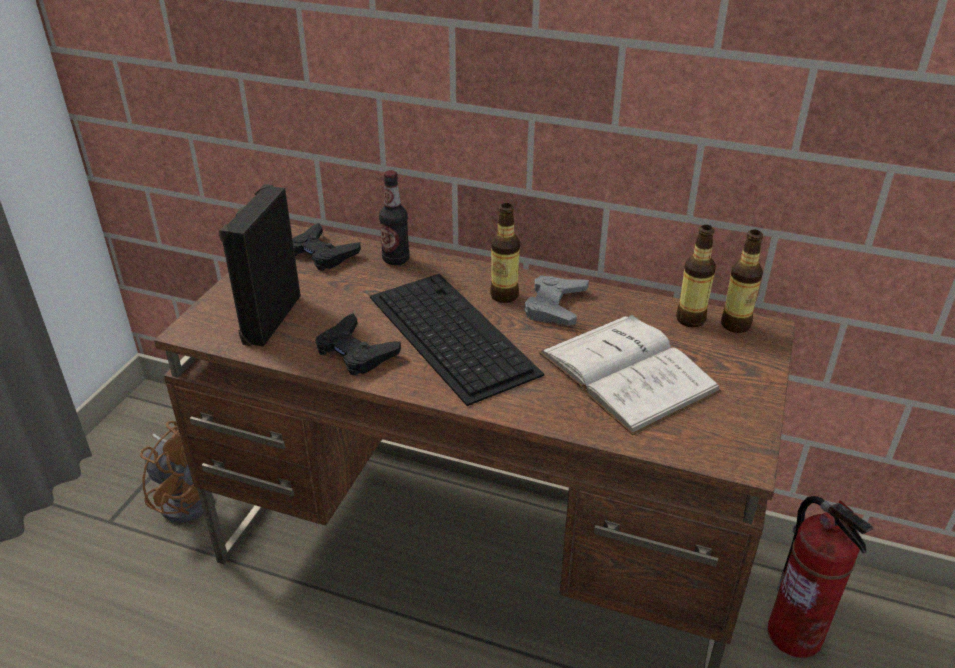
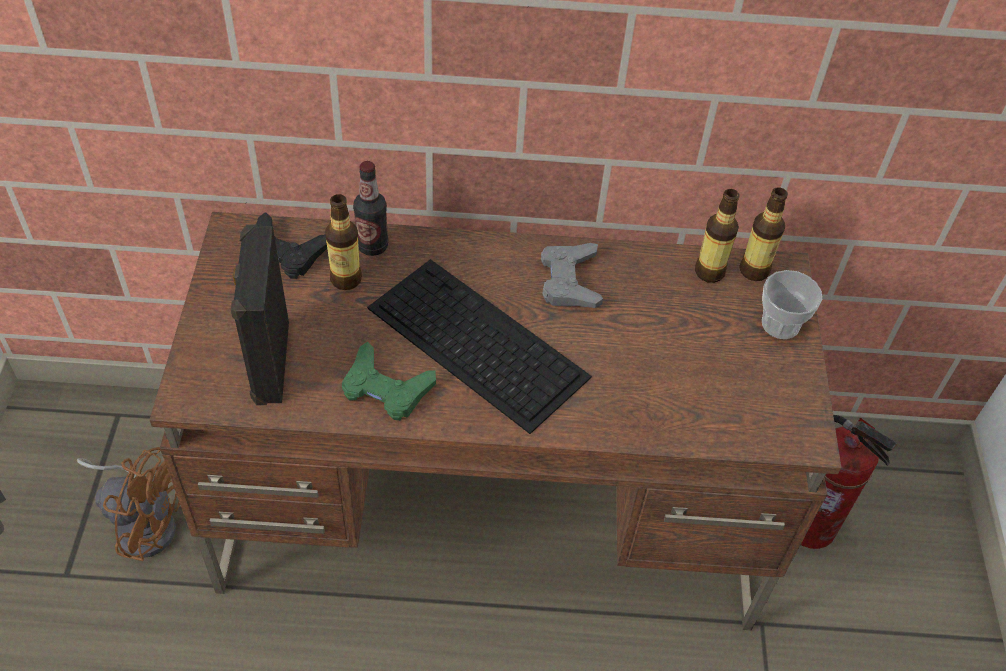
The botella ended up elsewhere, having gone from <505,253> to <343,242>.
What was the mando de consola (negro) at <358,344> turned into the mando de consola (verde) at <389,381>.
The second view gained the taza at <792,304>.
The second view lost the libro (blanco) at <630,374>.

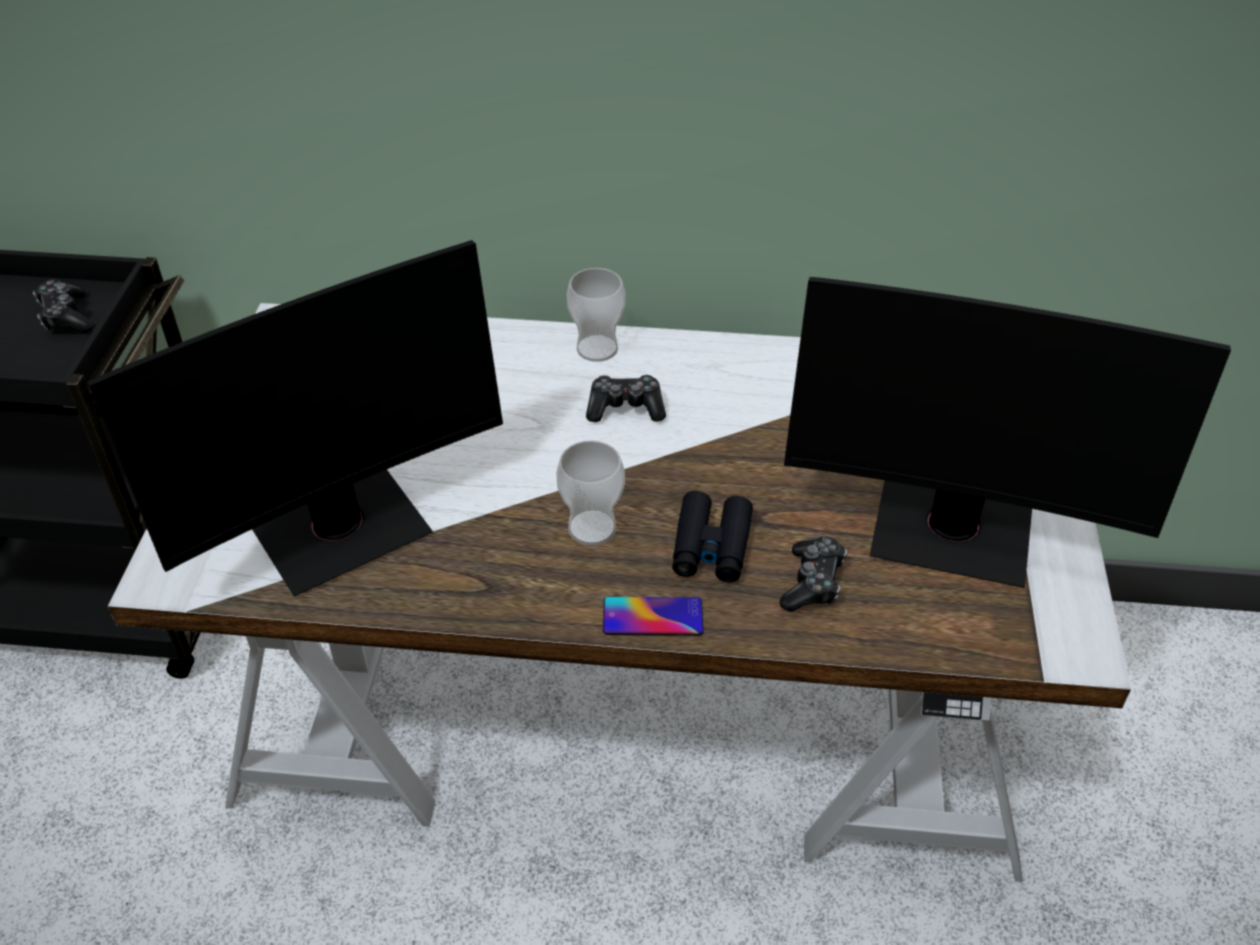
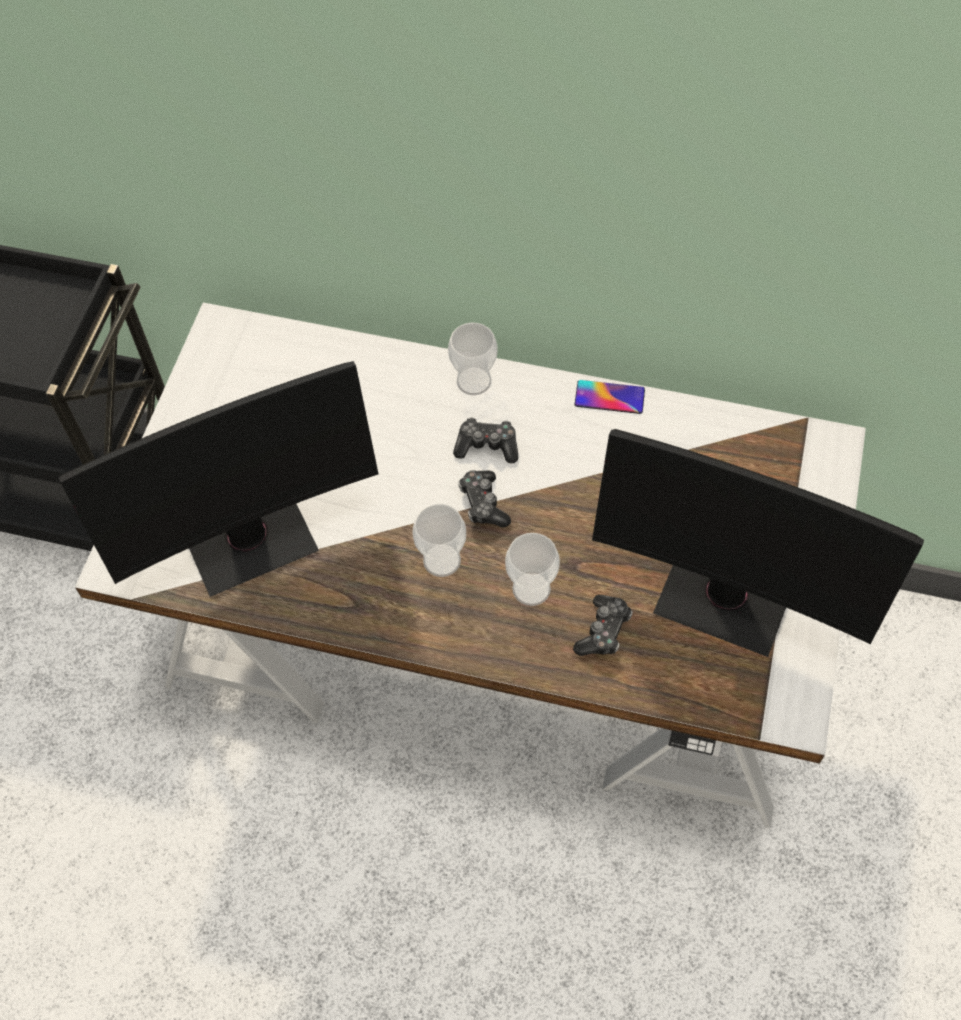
The mando de consola ended up elsewhere, having gone from <63,306> to <484,498>.
Where the prismáticos (negro) stood at <712,536>, the taza came to stand at <532,569>.
The móvil ended up elsewhere, having gone from <653,616> to <610,397>.

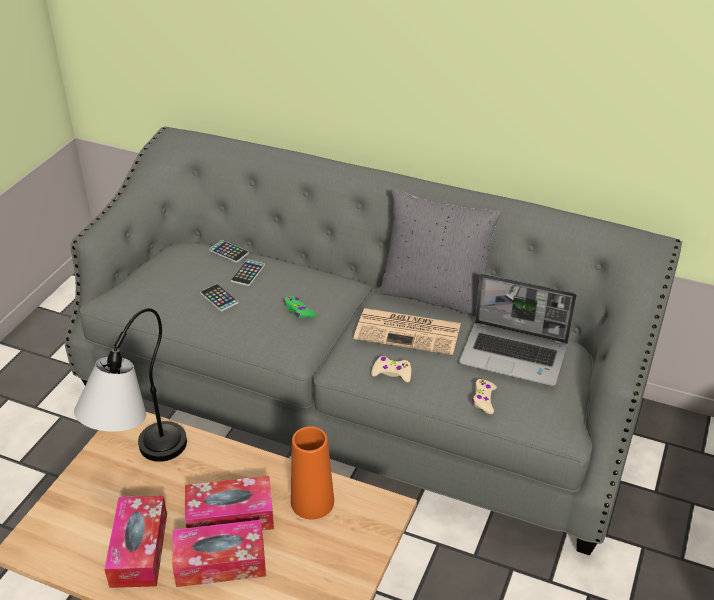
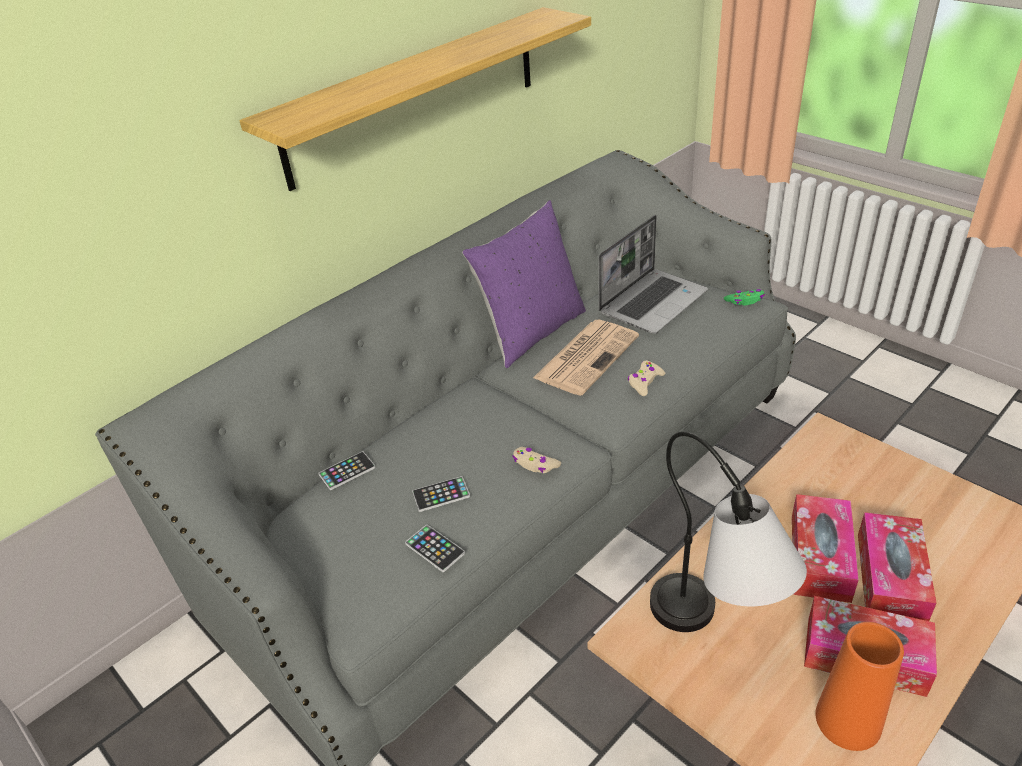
The second view gained the estante at <415,99>.
The móvil ended up elsewhere, having gone from <248,272> to <435,548>.
What was the cojín (gris) at <439,252> turned into the cojín (morado) at <524,284>.
The mando de consola (beis) ended up elsewhere, having gone from <484,396> to <536,460>.
The mando de consola (verde) ended up elsewhere, having gone from <300,307> to <744,297>.
The florero (naranja) ended up elsewhere, having gone from <312,472> to <859,686>.

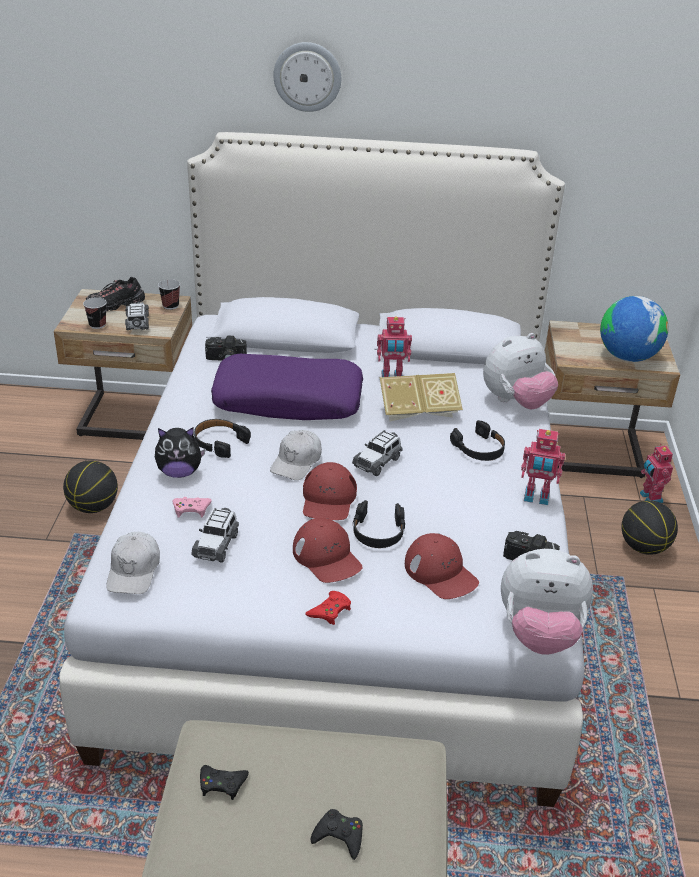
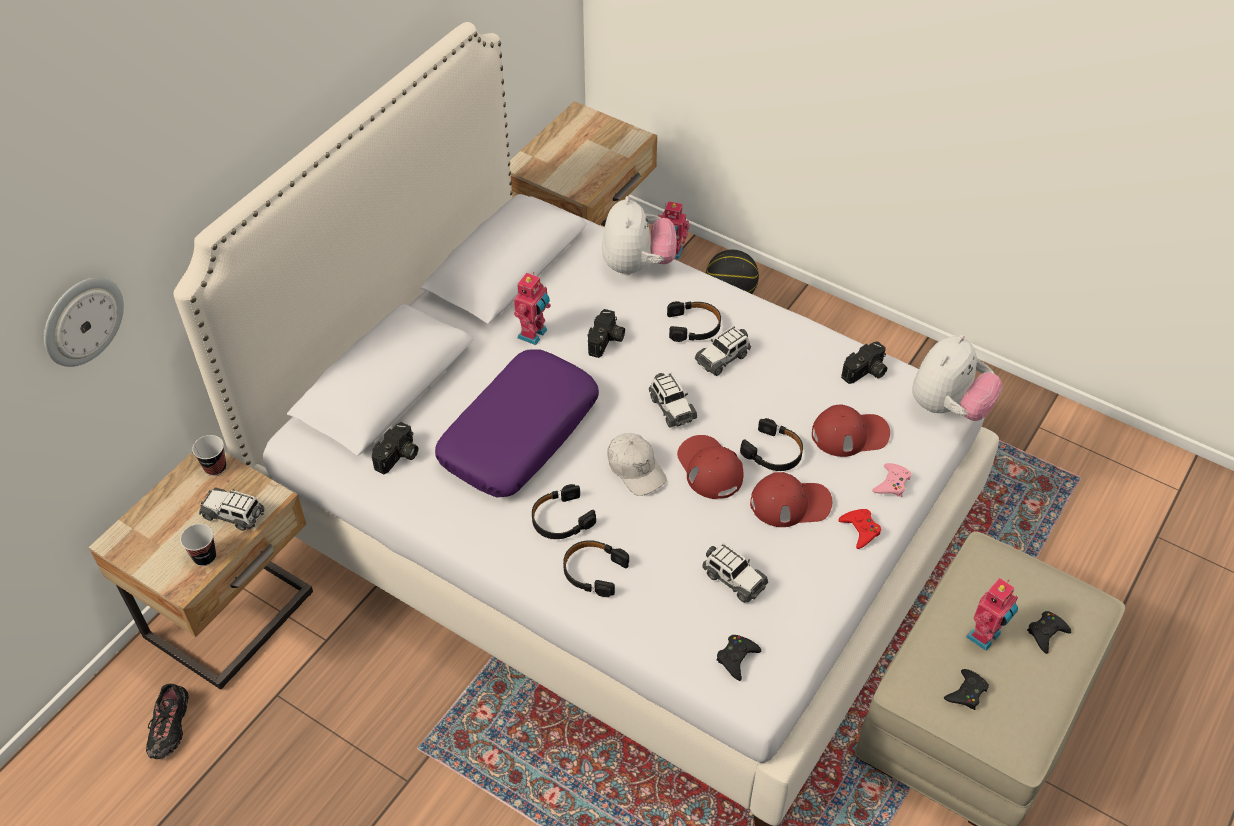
The reloj de pared ended up elsewhere, having gone from <307,77> to <84,322>.
The zapato (negro) ended up elsewhere, having gone from <115,294> to <167,721>.
Where the peluche stood at <180,452>, the auriculares (negro) came to stand at <596,568>.
Where the libro stood at <421,397>, the cámara came to stand at <606,333>.
The gorra (rojo) at <330,491> ended up facing another way, 150 degrees counterclockwise from before.
The second view gained the coche de juguete at <723,351>.
Where the gorra (blanco) stood at <133,563>, the mando de consola (negro) came to stand at <738,658>.
The mando de consola (rosa) ended up elsewhere, having gone from <192,507> to <891,480>.
The robot de juguete ended up elsewhere, having gone from <543,467> to <992,614>.
The second view lost the balón de baloncesto at <90,486>.
The second view lost the globo terráqueo at <634,329>.

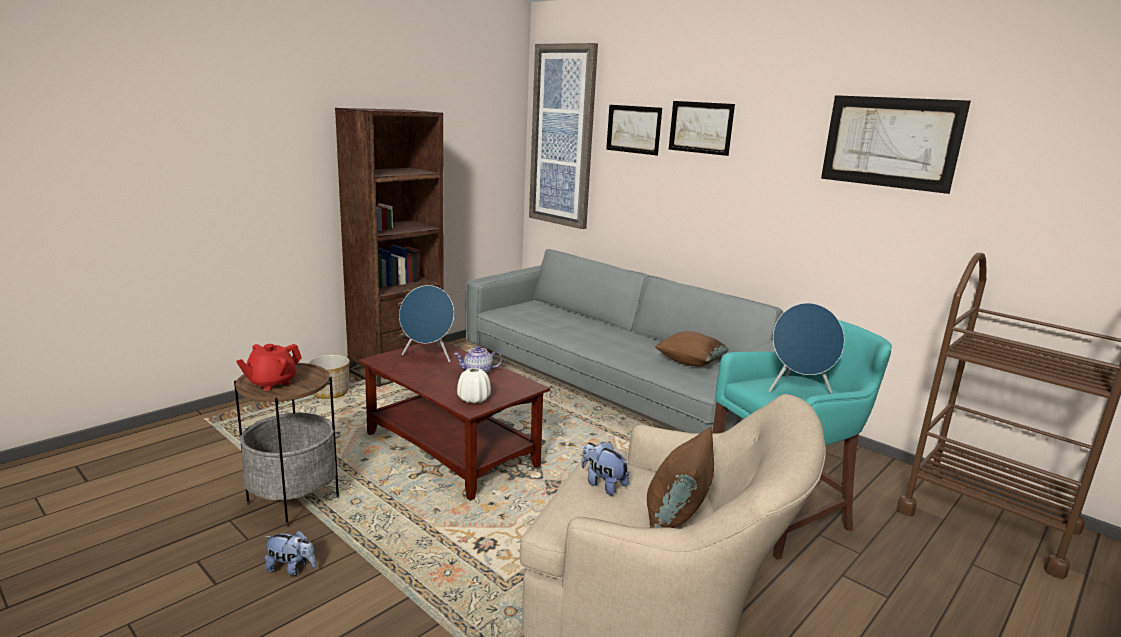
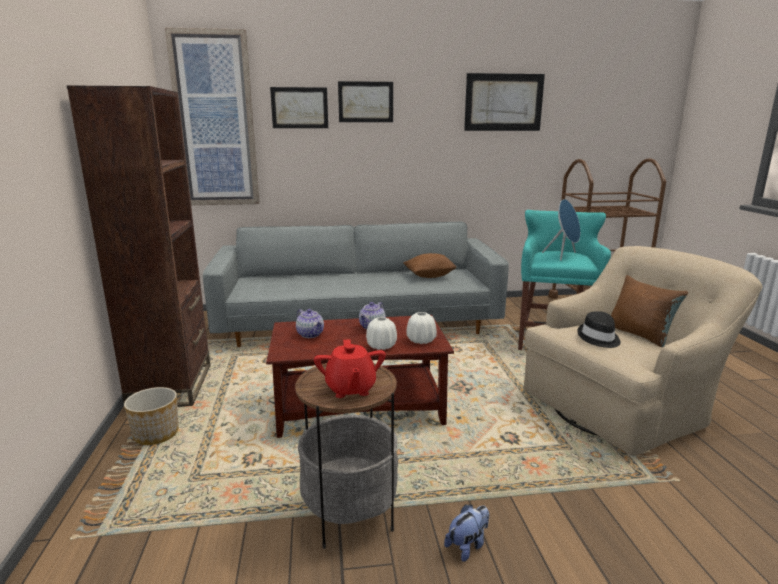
Where the altavoz (azul) stood at <426,323>, the tetera came to stand at <310,323>.
The second view gained the florero (blanco) at <381,333>.
Where the peluche stood at <605,468>, the sombrero (negro) came to stand at <599,329>.

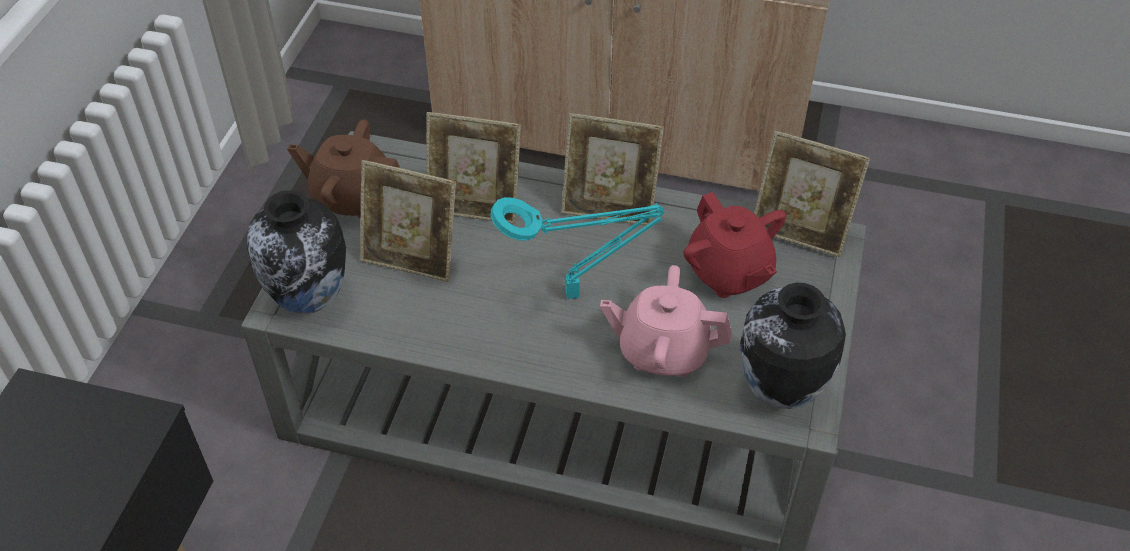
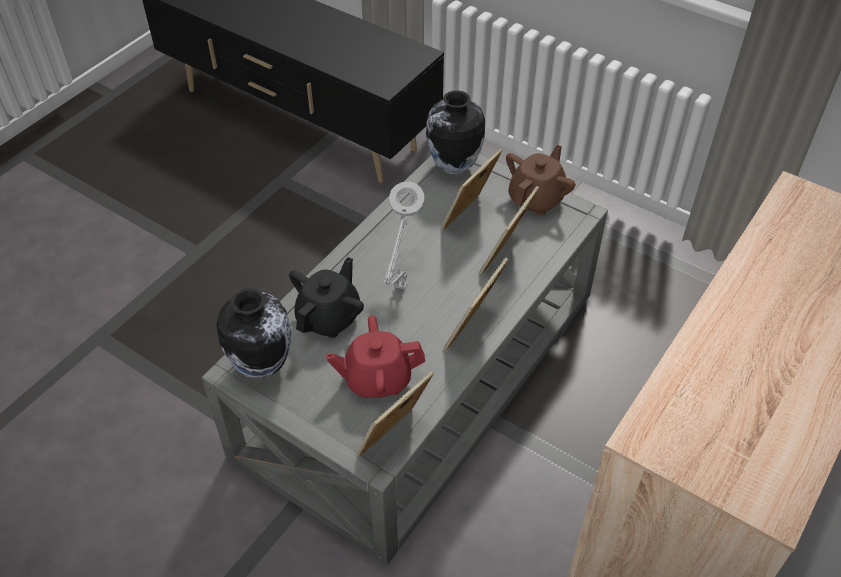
What was the tetera (rosa) at <666,321> turned into the tetera (negro) at <326,297>.
What was the lámpara de mesa (turquesa) at <577,248> turned into the lámpara de mesa (gris) at <403,235>.

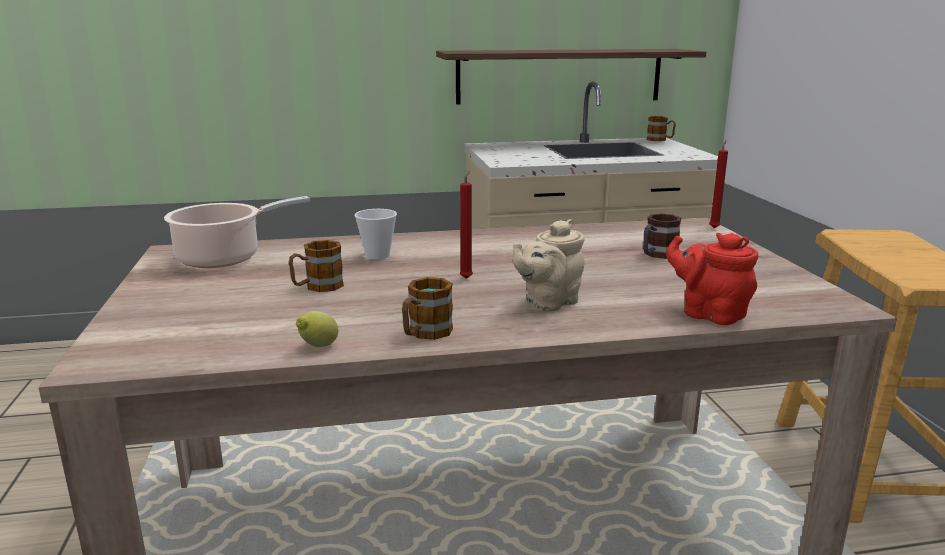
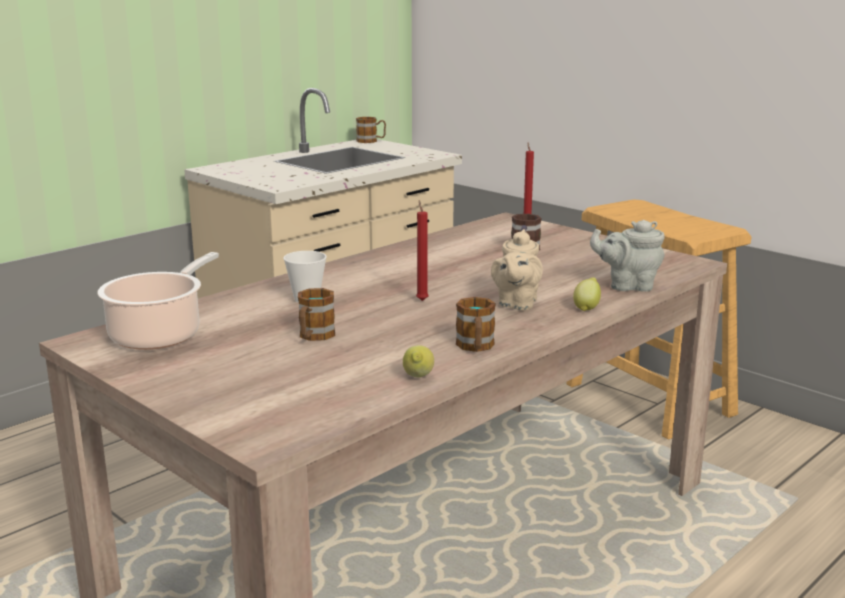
The second view gained the limón at <587,294>.
What was the tetera (rojo) at <712,279> turned into the tetera (gris) at <627,256>.
The second view lost the estante at <571,76>.

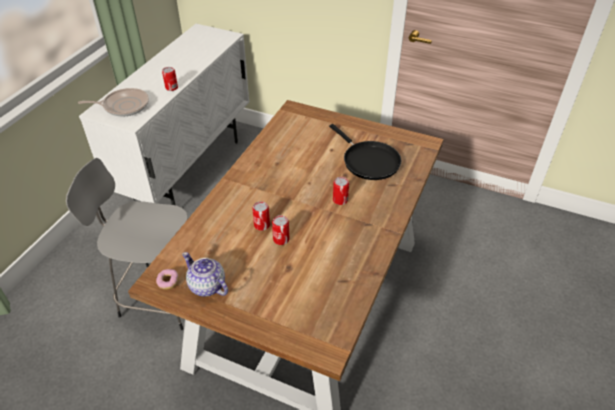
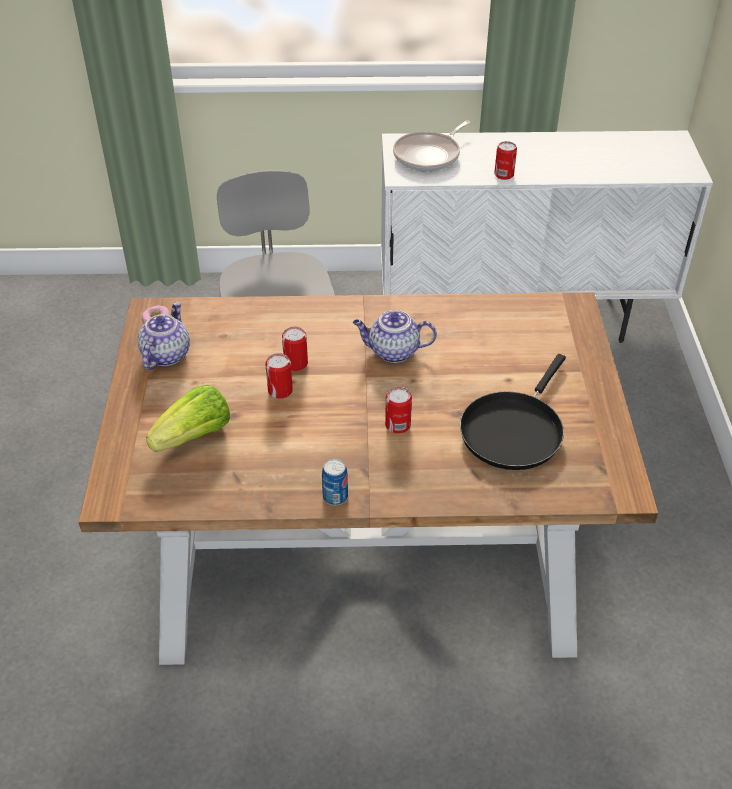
The second view gained the lechuga at <188,418>.
The second view gained the lata at <335,482>.
The second view gained the tetera at <395,336>.
The sartén at <113,102> ended up facing another way, 75 degrees clockwise from before.

